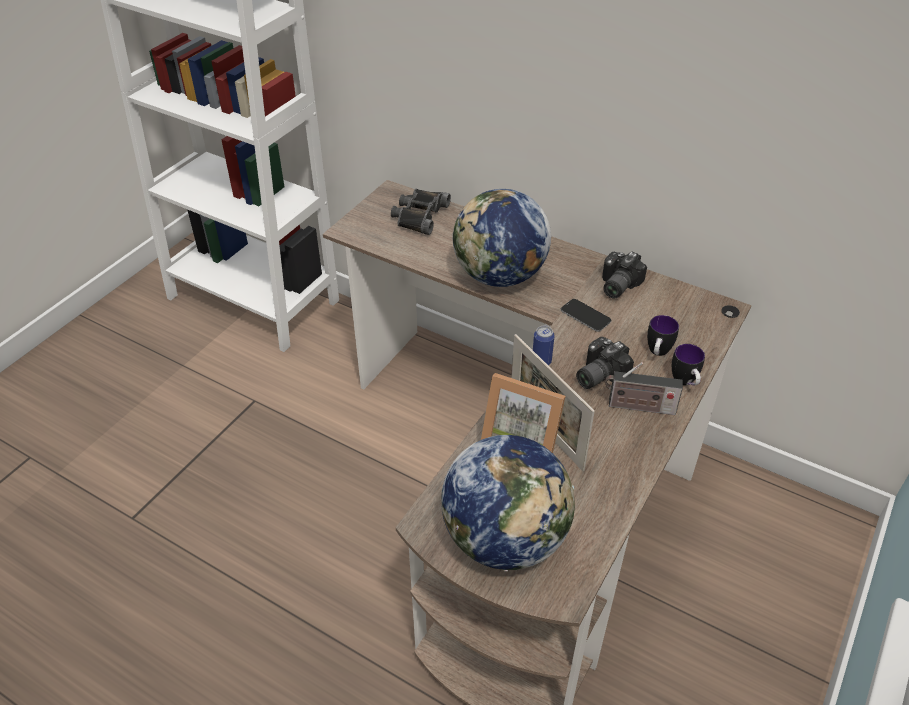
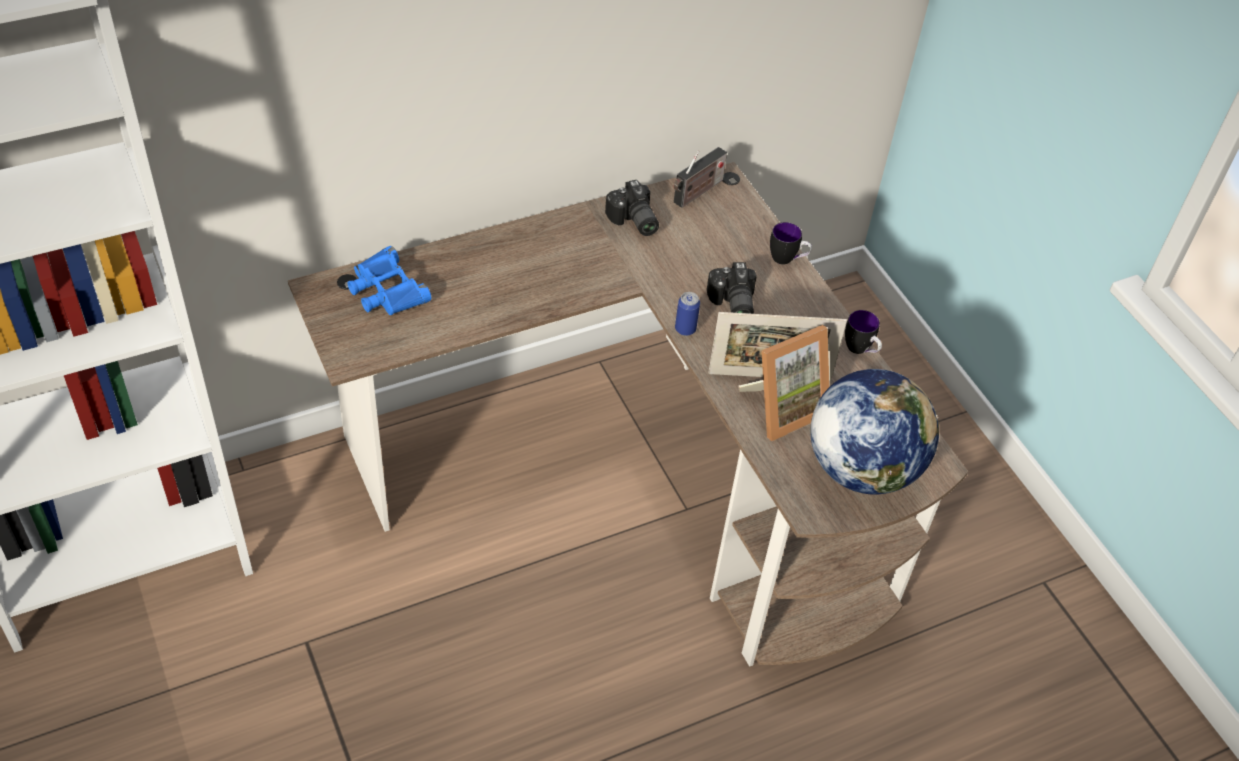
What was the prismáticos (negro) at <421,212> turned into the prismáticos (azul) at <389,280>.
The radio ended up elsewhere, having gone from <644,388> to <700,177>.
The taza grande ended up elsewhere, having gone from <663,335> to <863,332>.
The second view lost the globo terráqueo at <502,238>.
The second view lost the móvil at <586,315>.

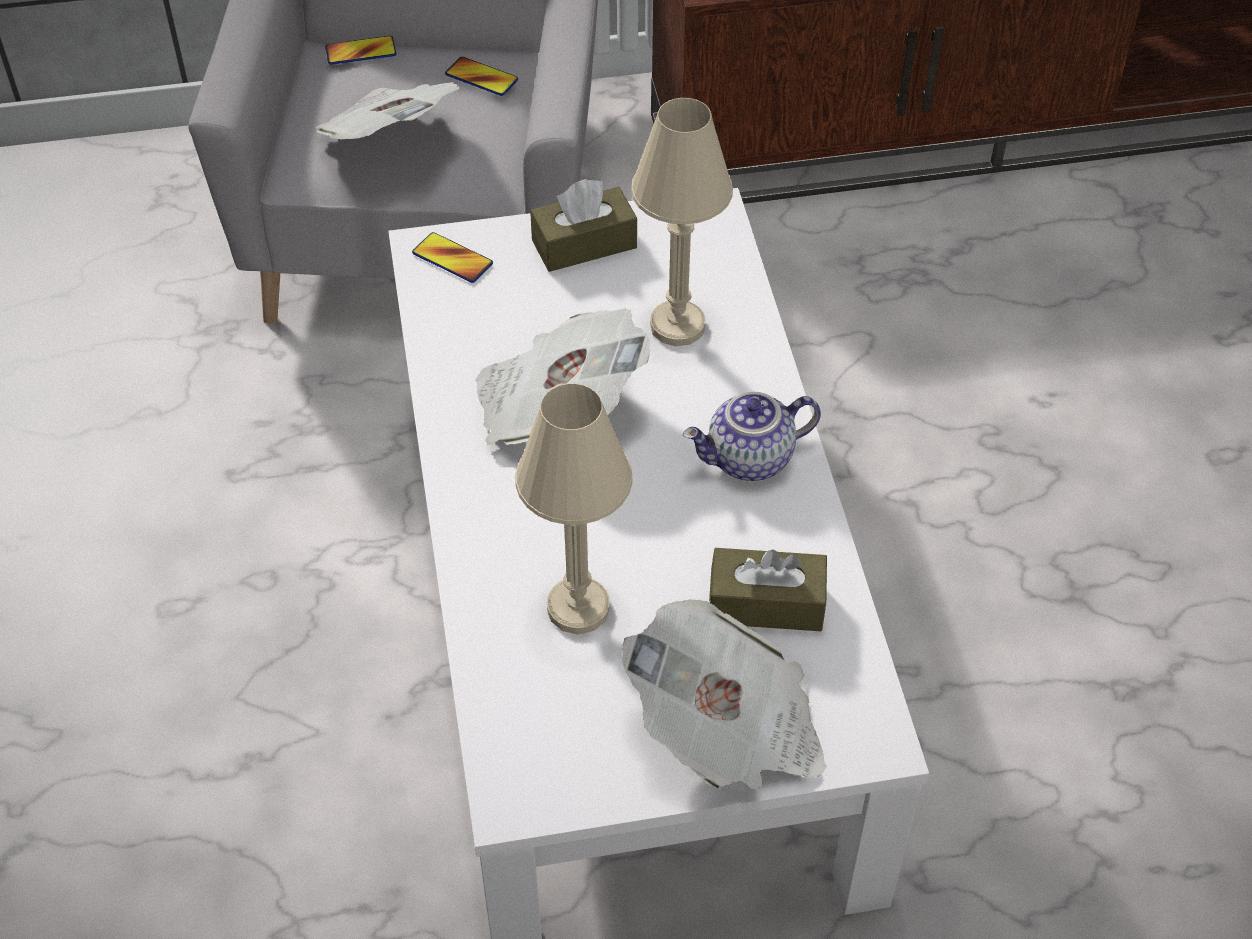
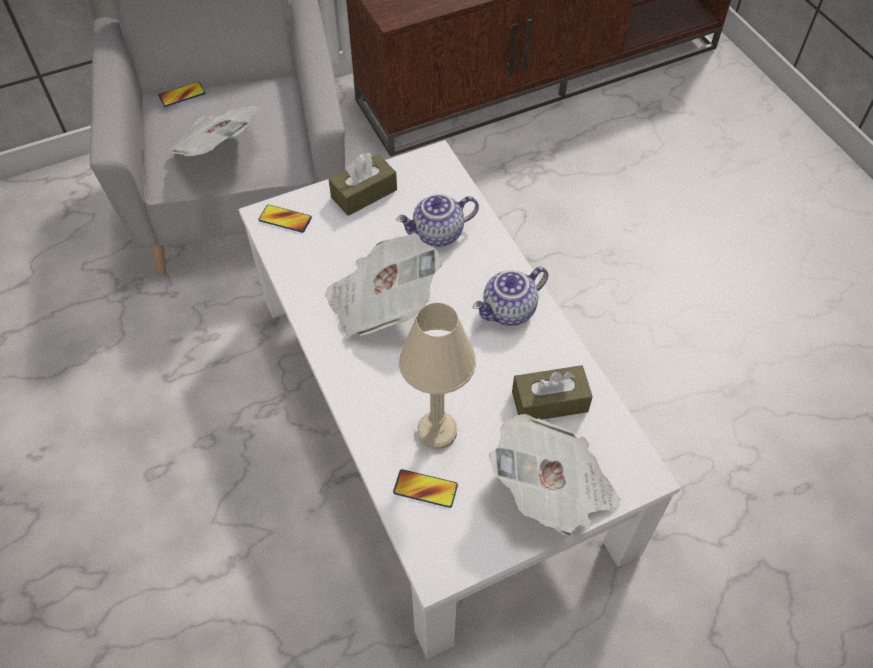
The móvil ended up elsewhere, having gone from <481,76> to <425,488>.
Where the lámpara de mesa (beis) stood at <682,222>, the tetera came to stand at <437,220>.

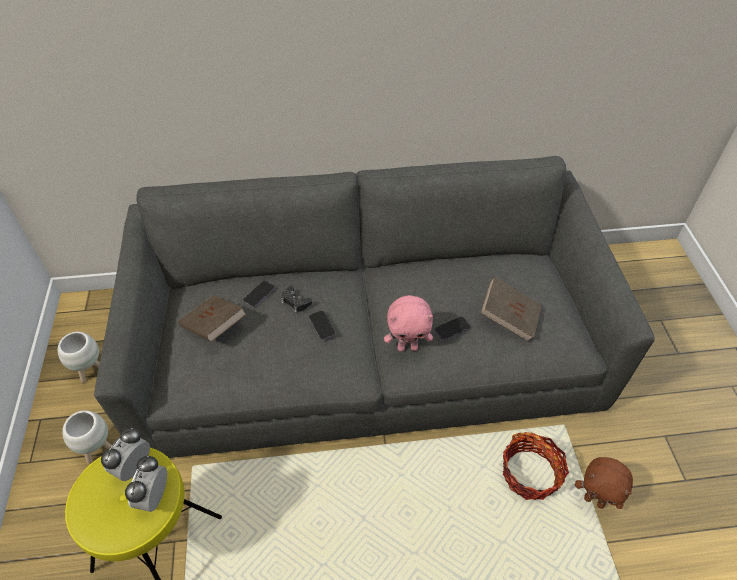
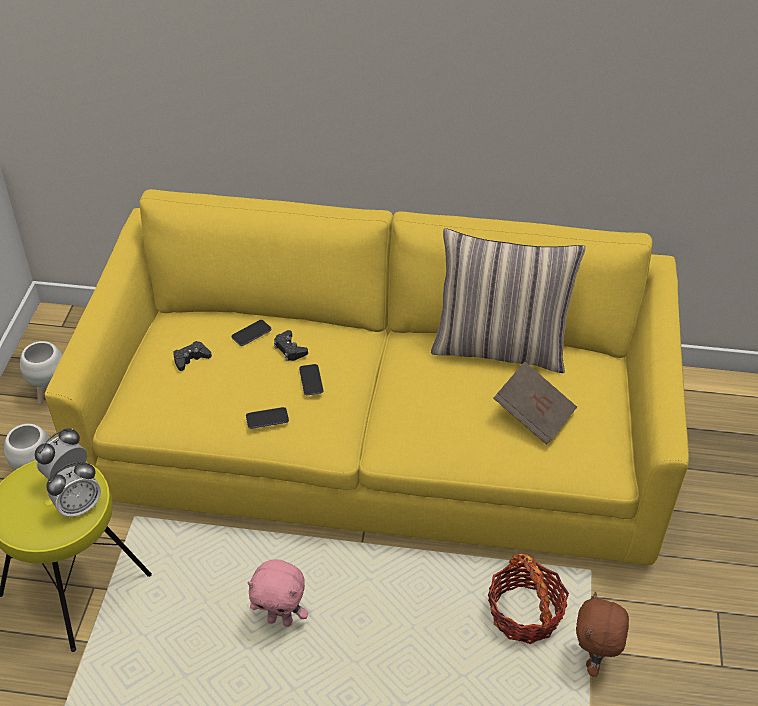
What was the sofá (gris) at <374,307> turned into the sofá (amarillo) at <367,377>.
The despertador at <146,484> ended up facing another way, 150 degrees counterclockwise from before.
Where the libro (marrón) stood at <212,318>, the mando de consola (negro) came to stand at <192,356>.
The móvil ended up elsewhere, having gone from <452,328> to <267,418>.
The peluche (rosa) ended up elsewhere, having gone from <408,323> to <277,593>.
The second view gained the cojín at <508,300>.
The peluche (marrón) at <604,483> ended up facing another way, 60 degrees clockwise from before.

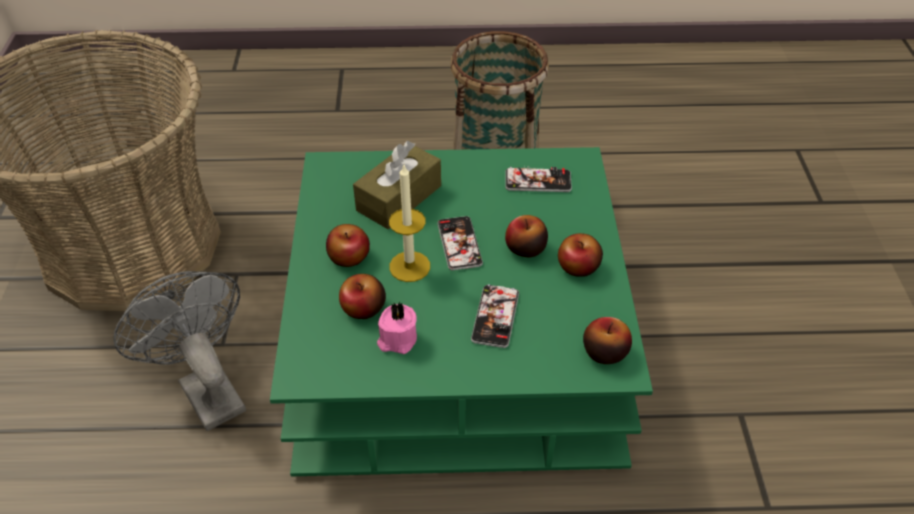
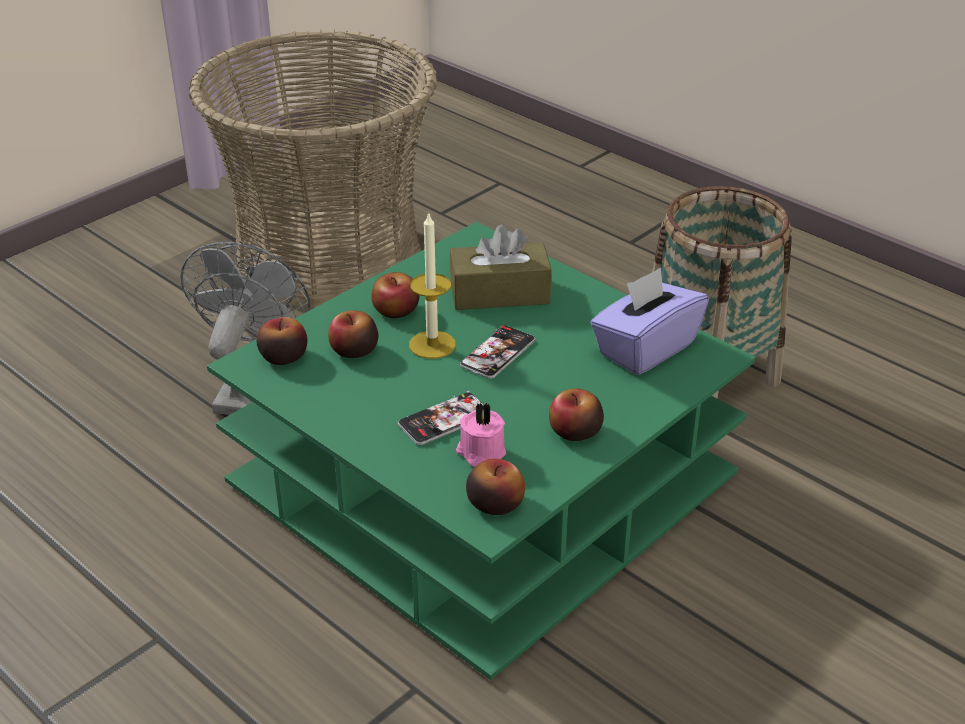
The manzana ended up elsewhere, having gone from <526,236> to <282,341>.
The vela (rosa) ended up elsewhere, having gone from <397,328> to <481,434>.
Where the móvil stood at <538,179>, the caja de pañuelos (morado) came to stand at <649,321>.

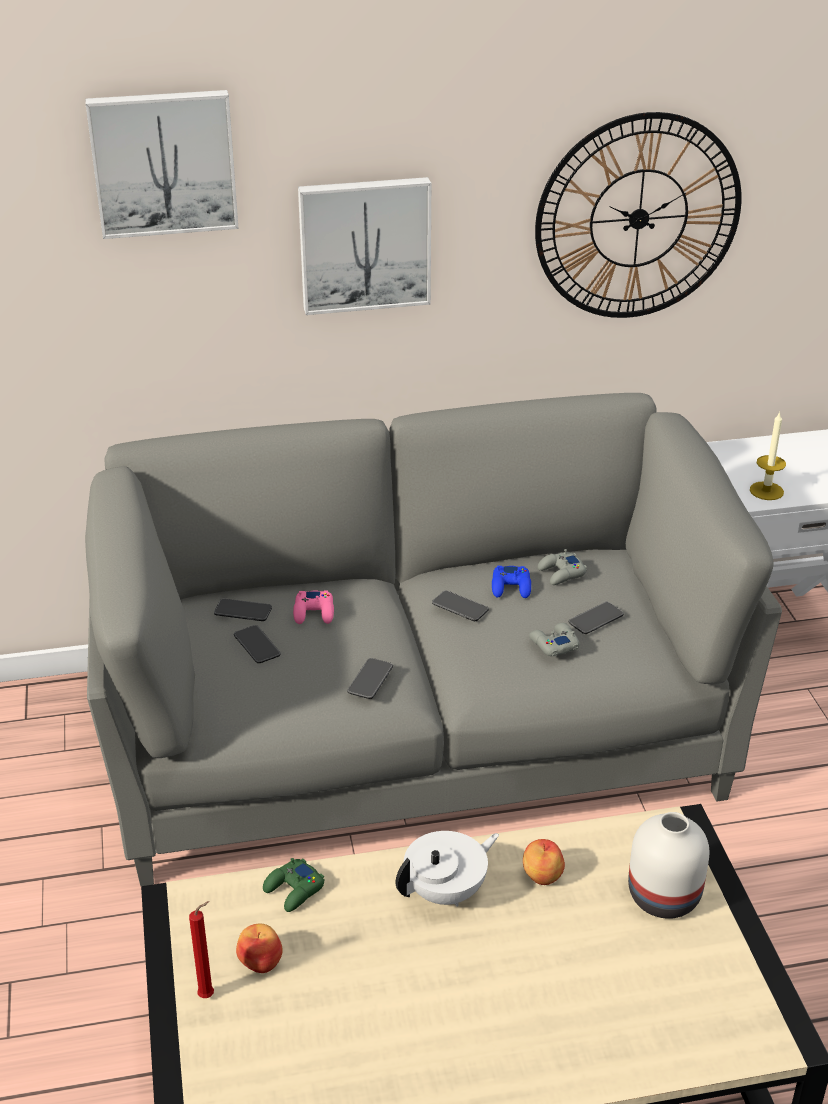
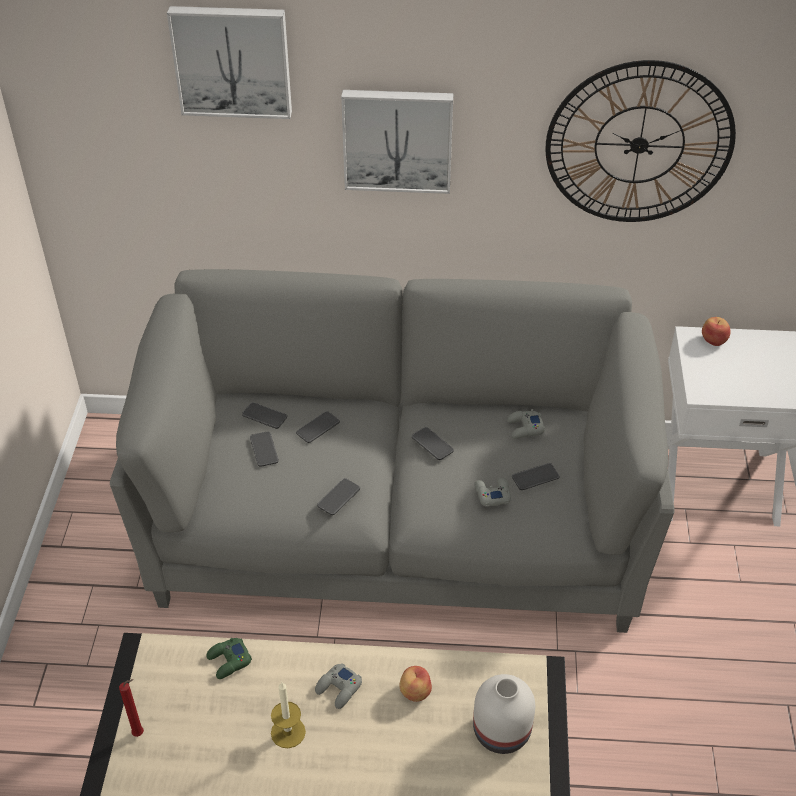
The vela ended up elsewhere, having gone from <768,456> to <288,715>.
Where the mando de consola (rosa) stood at <313,607>, the móvil came to stand at <318,427>.
Where the tetera (blanco) stood at <447,868>, the mando de consola (gris) came to stand at <338,686>.
The manzana ended up elsewhere, having gone from <259,948> to <716,331>.
The second view lost the mando de consola (azul) at <511,581>.

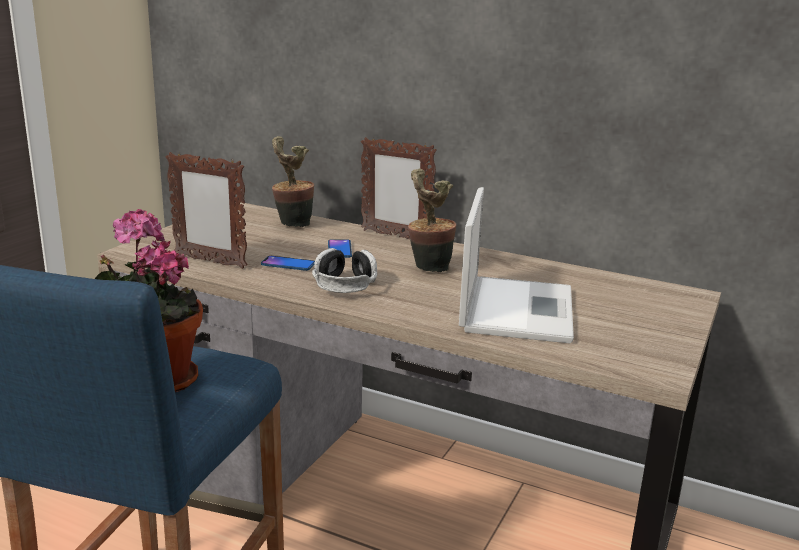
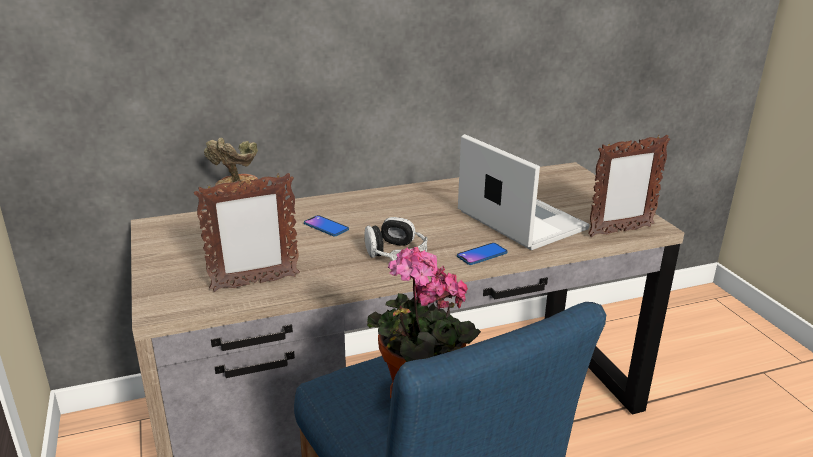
The móvil ended up elsewhere, having gone from <288,263> to <482,254>.
The portarretratos ended up elsewhere, having gone from <399,188> to <629,186>.
The second view lost the planta en maceta at <432,221>.

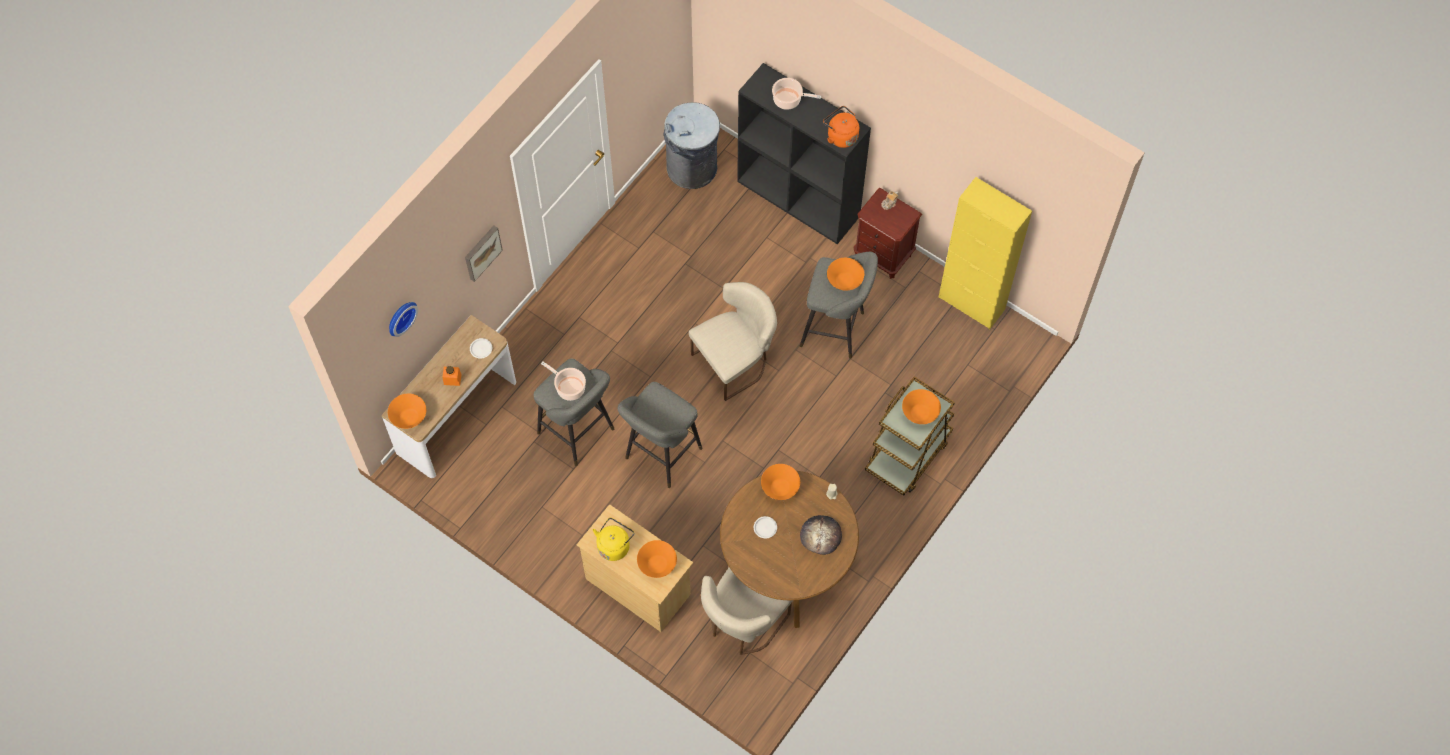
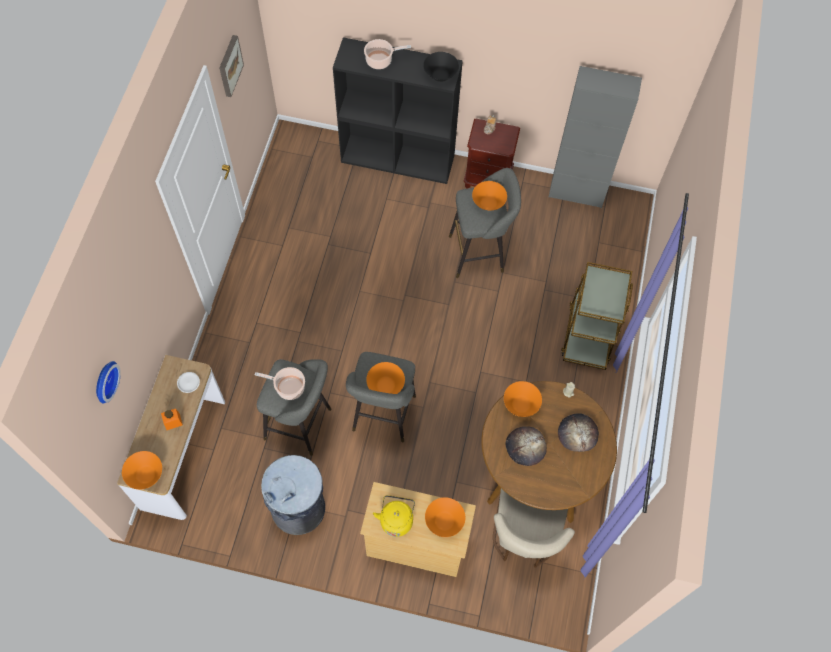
The cuadro ended up elsewhere, having gone from <484,254> to <231,66>.
The papelera (gris) ended up elsewhere, having gone from <692,145> to <293,495>.
The cuenco (naranja) ended up elsewhere, having gone from <921,406> to <385,378>.
Where the hervidor (naranja) stood at <841,127>, the cuenco (negro) came to stand at <441,67>.
Where the plato (blanco) stood at <765,527>, the pan came to stand at <526,446>.
What was the armario (amarillo) at <985,253> turned into the armario (gris) at <595,137>.
The second view lost the silla (beis) at <733,341>.

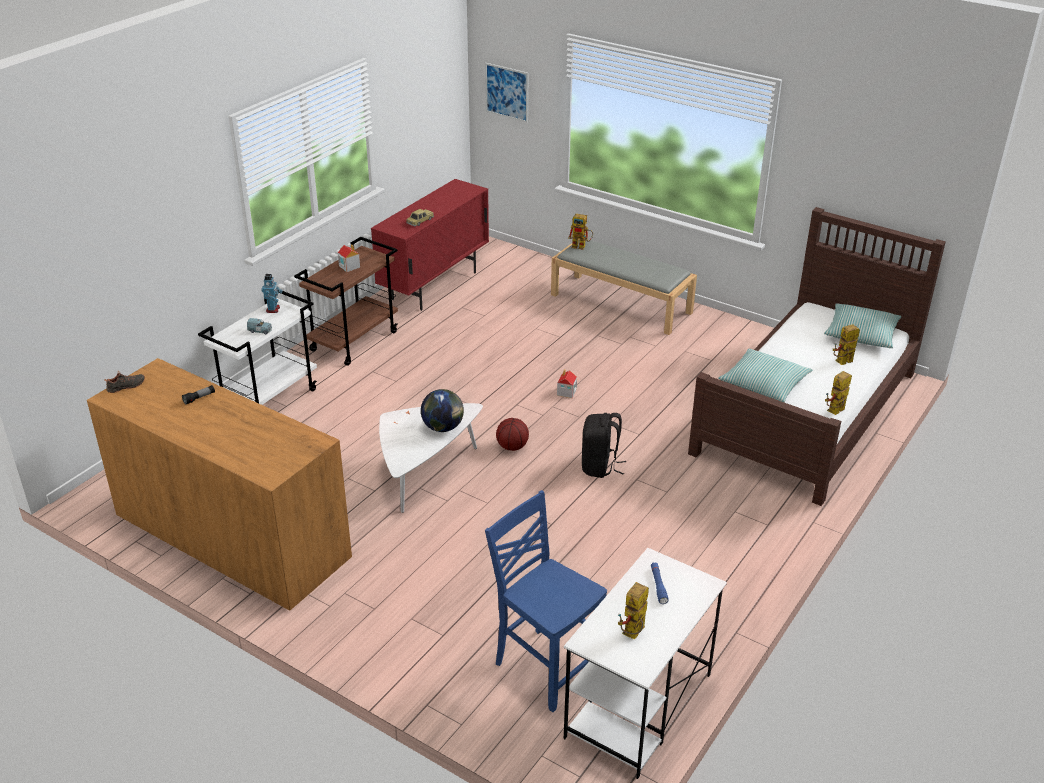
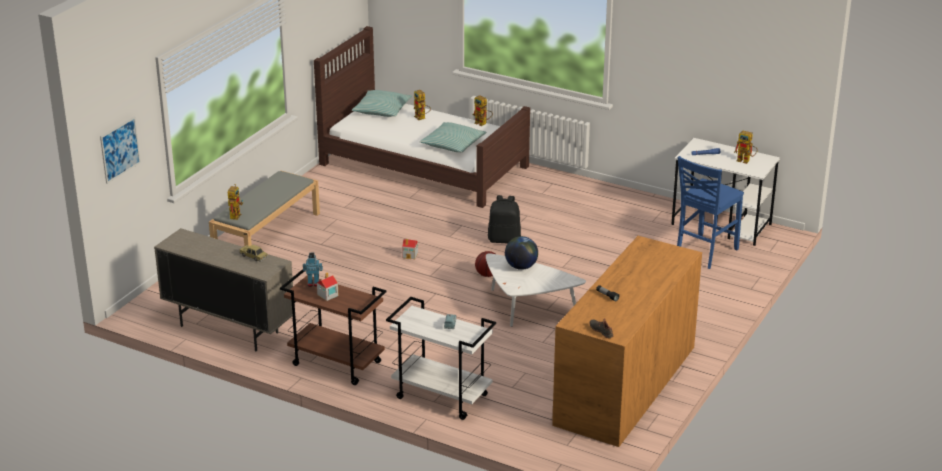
What was the armario (rojo) at <430,245> turned into the armario (beis) at <223,289>.
The robot de juguete ended up elsewhere, having gone from <272,293> to <313,270>.

